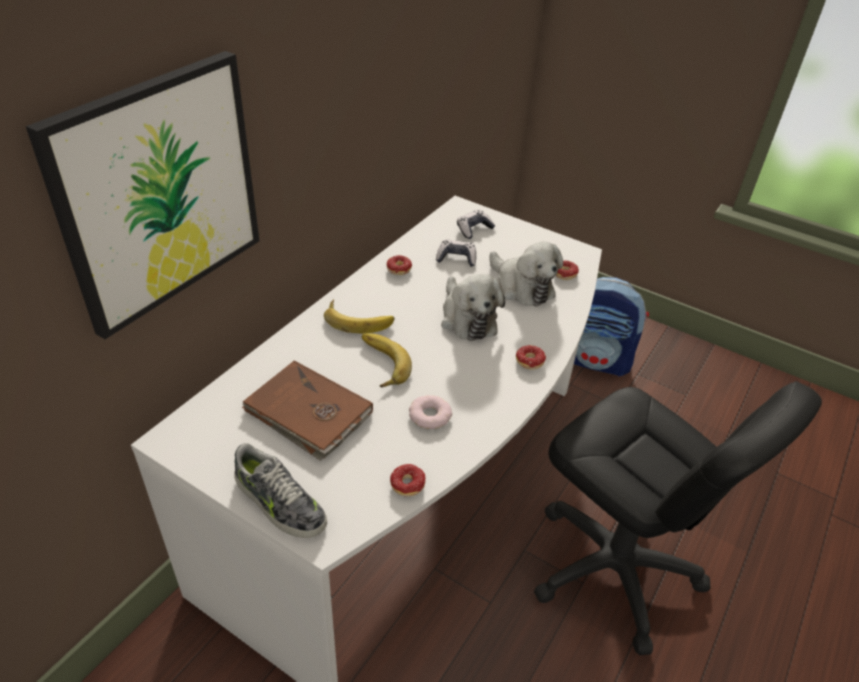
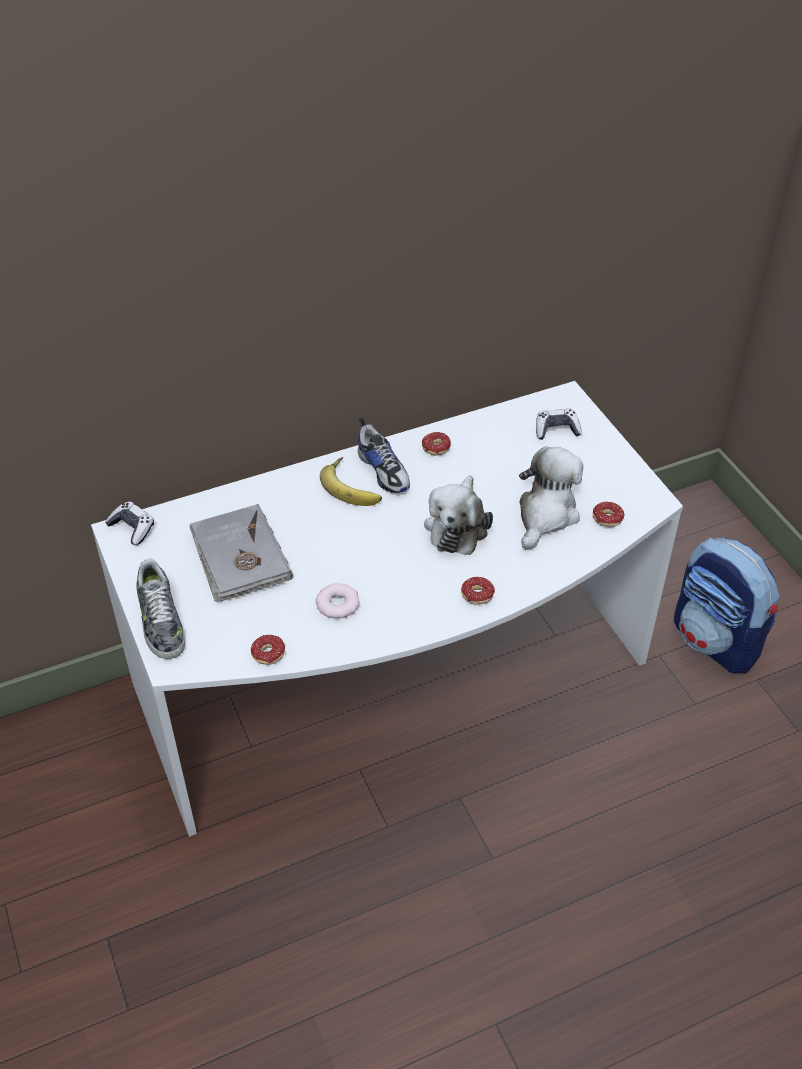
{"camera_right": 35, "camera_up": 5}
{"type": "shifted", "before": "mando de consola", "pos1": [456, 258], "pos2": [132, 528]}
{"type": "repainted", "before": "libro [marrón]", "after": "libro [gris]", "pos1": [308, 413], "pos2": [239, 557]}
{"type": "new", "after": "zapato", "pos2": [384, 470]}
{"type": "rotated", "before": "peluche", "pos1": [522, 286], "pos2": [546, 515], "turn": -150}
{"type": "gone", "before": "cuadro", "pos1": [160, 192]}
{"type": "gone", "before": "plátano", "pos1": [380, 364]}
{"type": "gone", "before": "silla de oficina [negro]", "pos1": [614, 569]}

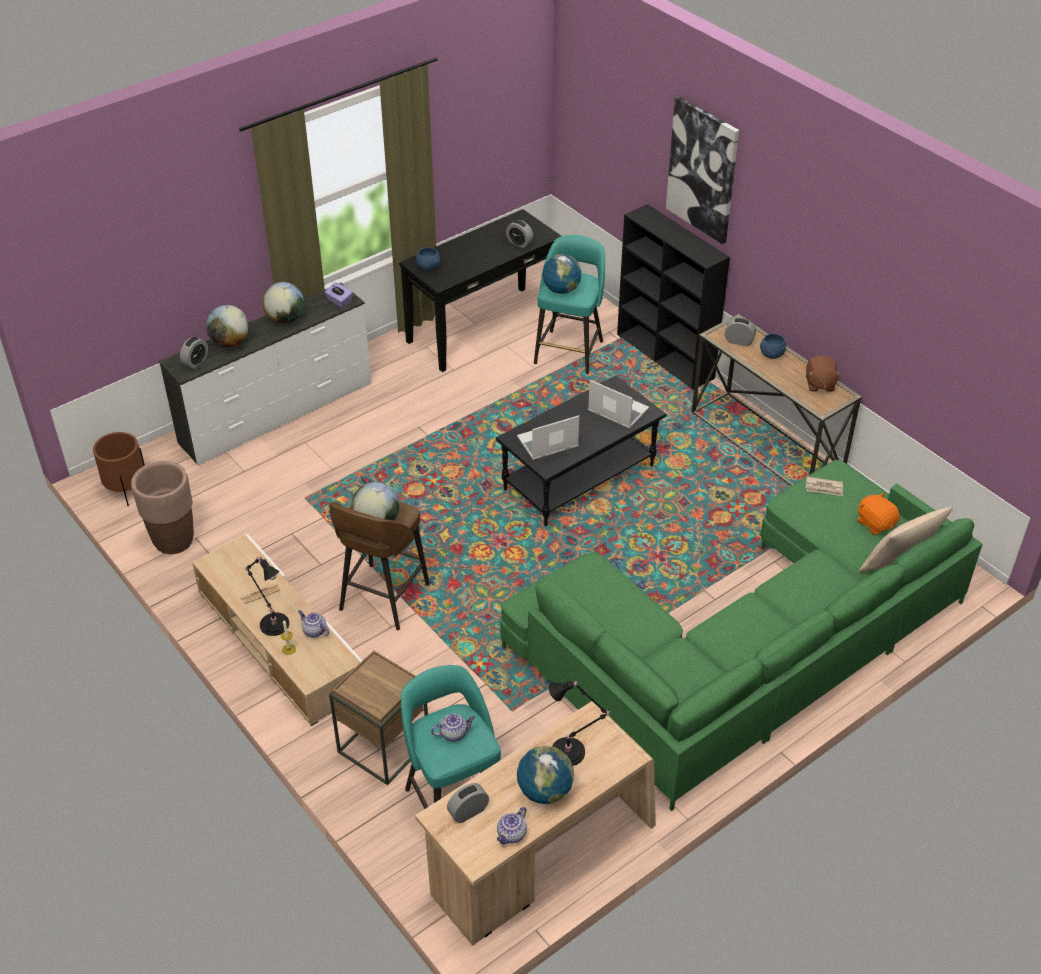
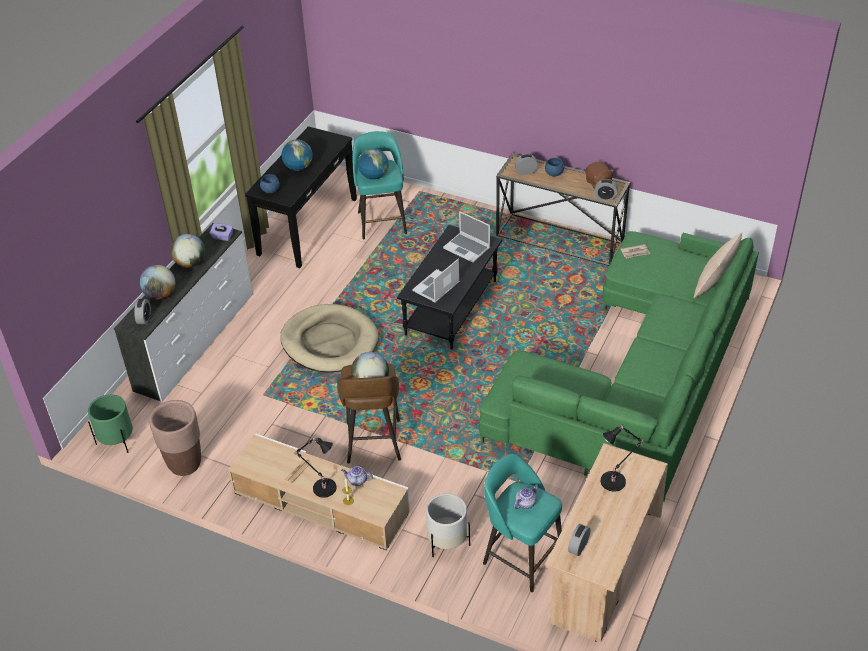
{"camera_right": -25, "camera_up": 0}
{"type": "repainted", "before": "maceta [marrón]", "after": "maceta [verde]", "pos1": [126, 489], "pos2": [117, 441]}
{"type": "new", "after": "cama para perro [beis]", "pos2": [329, 342]}
{"type": "shifted", "before": "globo terráqueo", "pos1": [544, 791], "pos2": [298, 167]}
{"type": "swapped", "before": "mesa auxiliar [marrón]", "after": "maceta [blanco]", "pos1": [383, 747], "pos2": [447, 542]}
{"type": "rotated", "before": "portátil", "pos1": [617, 410], "pos2": [467, 248], "turn": -150}
{"type": "shifted", "before": "despertador", "pos1": [519, 243], "pos2": [605, 197]}
{"type": "gone", "before": "tetera", "pos1": [511, 835]}
{"type": "gone", "before": "estantería [negro]", "pos1": [666, 356]}
{"type": "gone", "before": "cuadro", "pos1": [703, 170]}
{"type": "gone", "before": "peluche [naranja]", "pos1": [875, 523]}

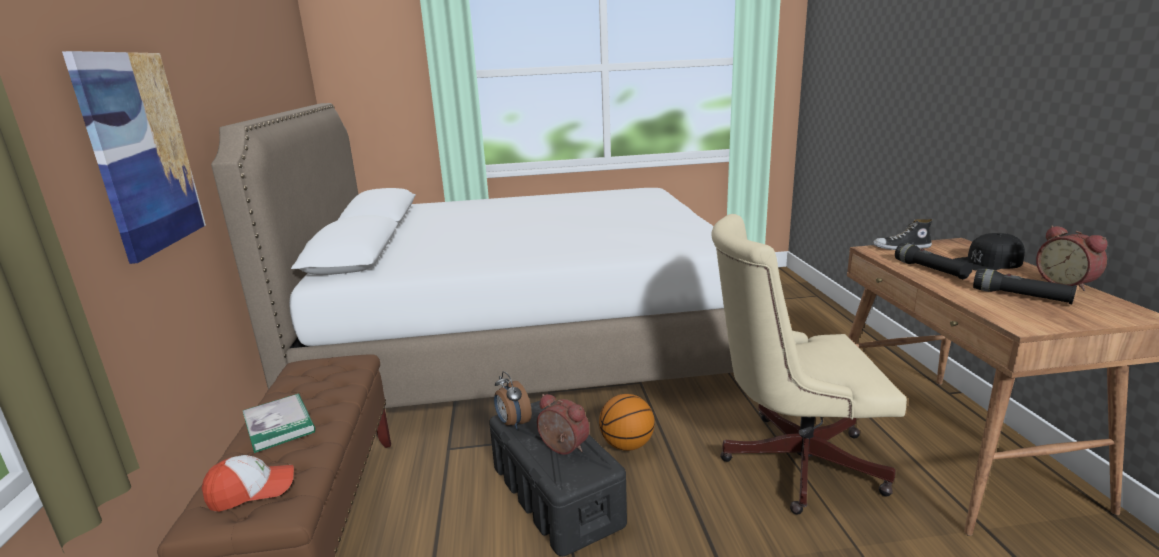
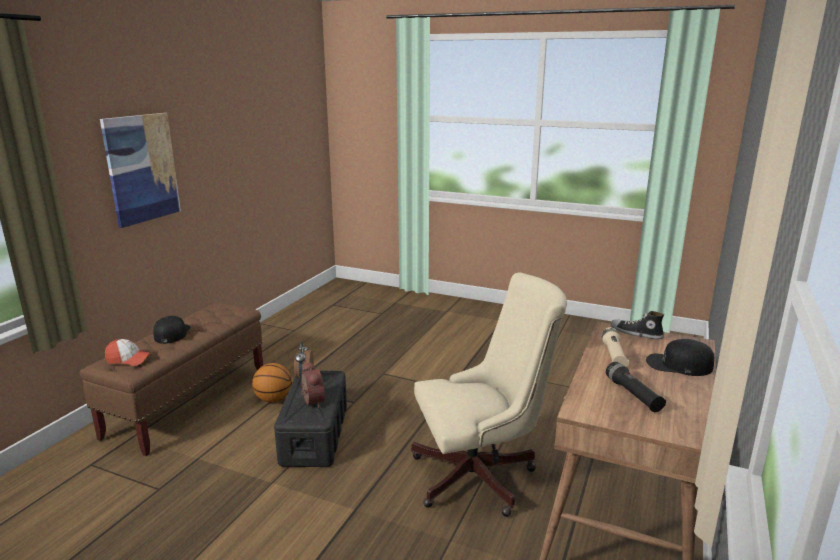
{"camera_right": 30, "camera_up": 0}
{"type": "swapped", "before": "libro", "after": "gorra [negro]", "pos1": [279, 425], "pos2": [172, 333]}
{"type": "shifted", "before": "balón de baloncesto", "pos1": [626, 445], "pos2": [273, 399]}
{"type": "rotated", "before": "silla de oficina [beis]", "pos1": [790, 461], "pos2": [481, 476], "turn": 135}
{"type": "repainted", "before": "linterna [negro]", "after": "linterna [beis]", "pos1": [930, 270], "pos2": [613, 355]}
{"type": "gone", "before": "cama [blanco]", "pos1": [525, 341]}
{"type": "gone", "before": "despertador", "pos1": [1066, 283]}

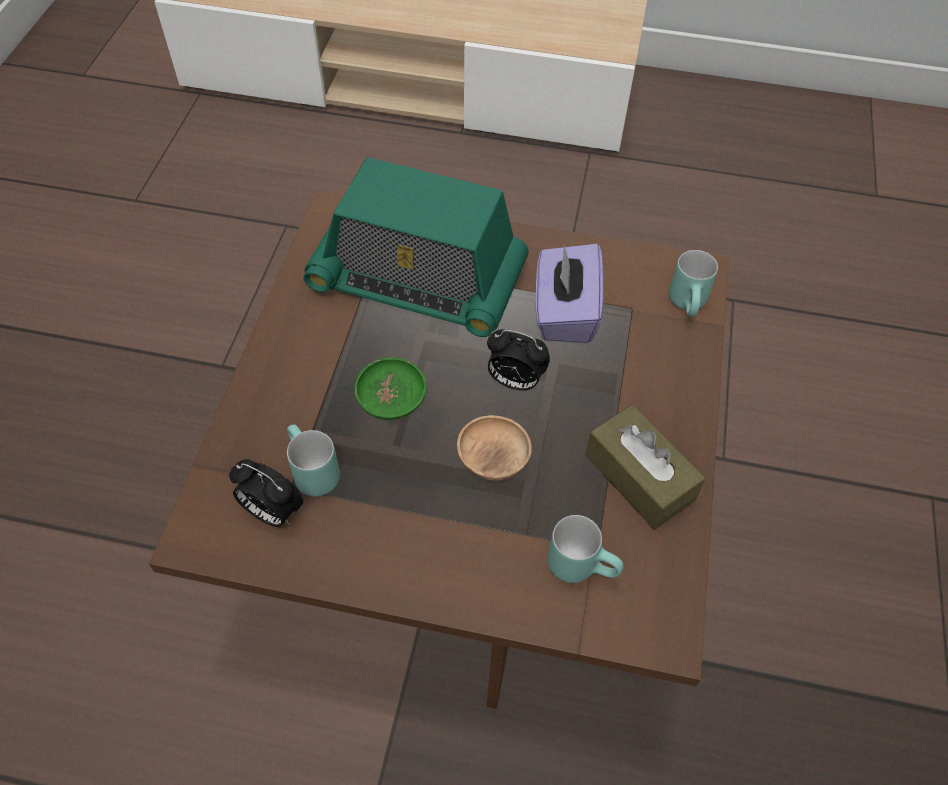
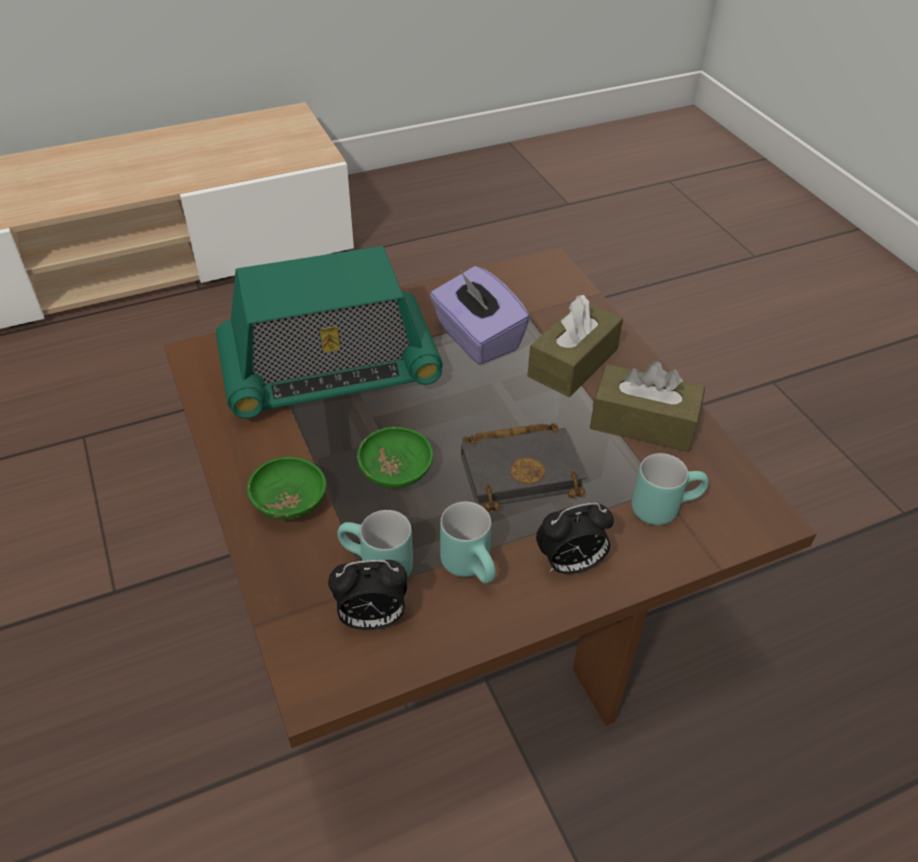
{"camera_right": -35, "camera_up": -10}
{"type": "new", "after": "cuenco [verde]", "pos2": [289, 503]}
{"type": "shifted", "before": "taza grande [turquesa]", "pos1": [690, 305], "pos2": [473, 567]}
{"type": "swapped", "before": "cuenco [marrón]", "after": "libro [negro]", "pos1": [493, 459], "pos2": [523, 470]}
{"type": "new", "after": "caja de pañuelos [marrón]", "pos2": [573, 362]}
{"type": "shifted", "before": "despertador", "pos1": [514, 381], "pos2": [570, 564]}

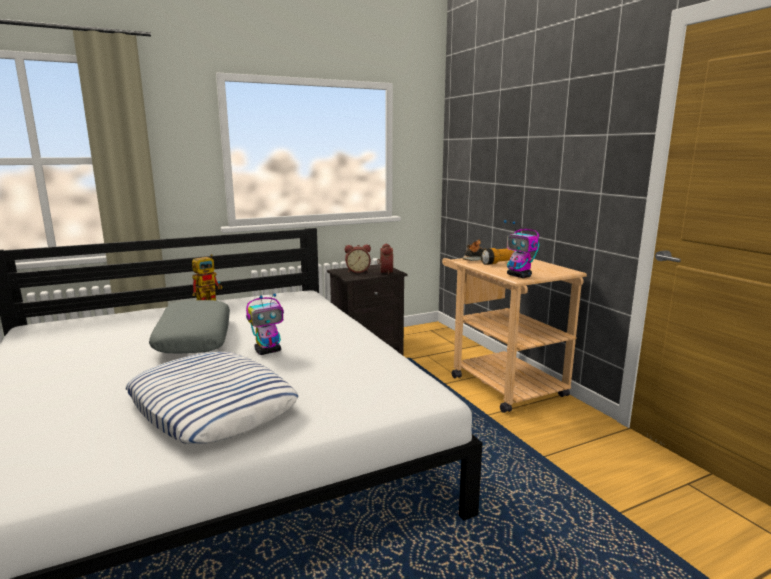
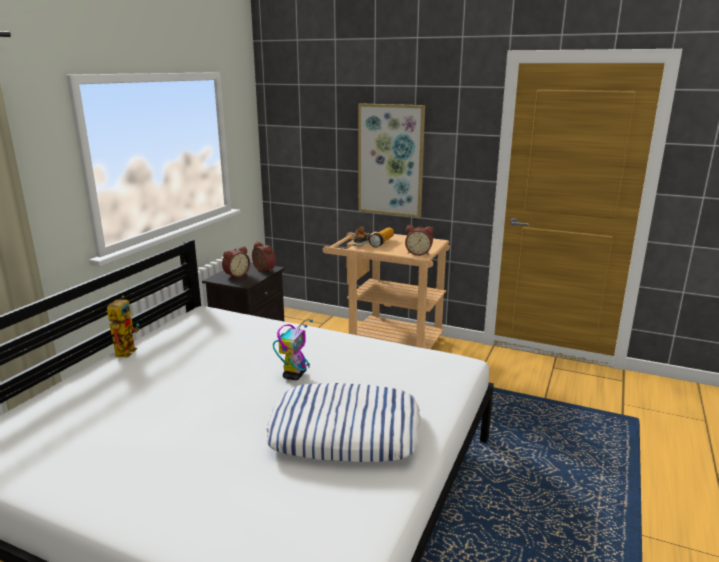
{"camera_right": -40, "camera_up": 5}
{"type": "new", "after": "cuadro", "pos2": [391, 160]}
{"type": "swapped", "before": "robot de juguete", "after": "despertador", "pos1": [519, 276], "pos2": [418, 253]}
{"type": "gone", "before": "cojín [gris]", "pos1": [194, 338]}

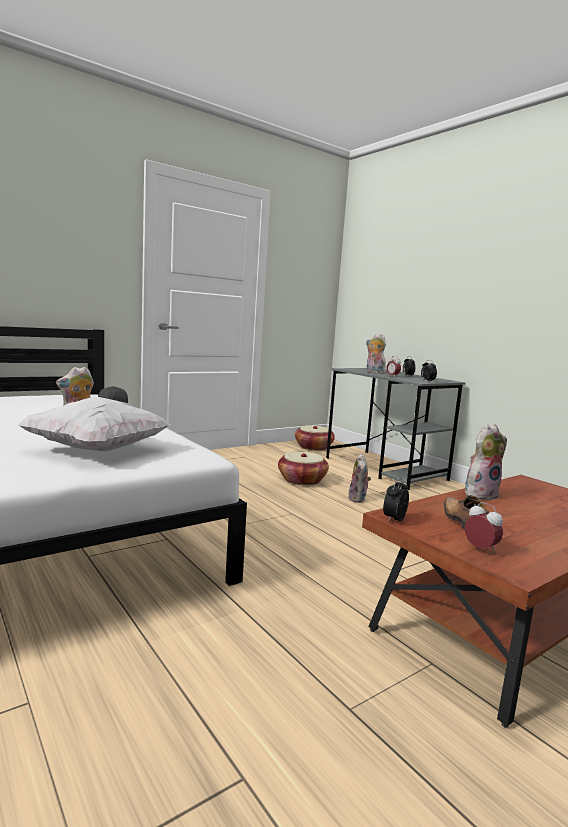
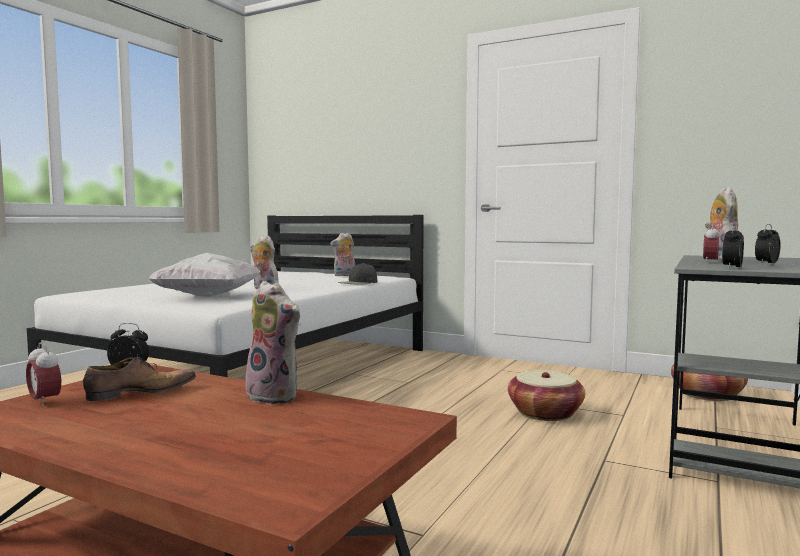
{"camera_right": 65, "camera_up": -5}
{"type": "rotated", "before": "despertador", "pos1": [481, 549], "pos2": [45, 402], "turn": 105}
{"type": "shifted", "before": "peluche", "pos1": [358, 499], "pos2": [344, 275]}

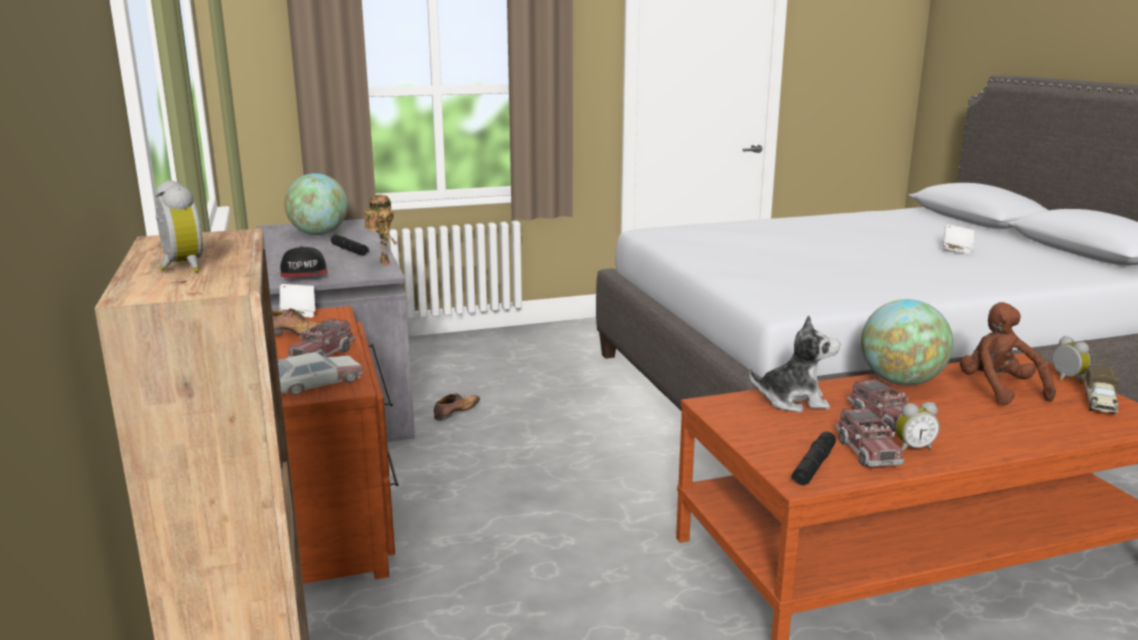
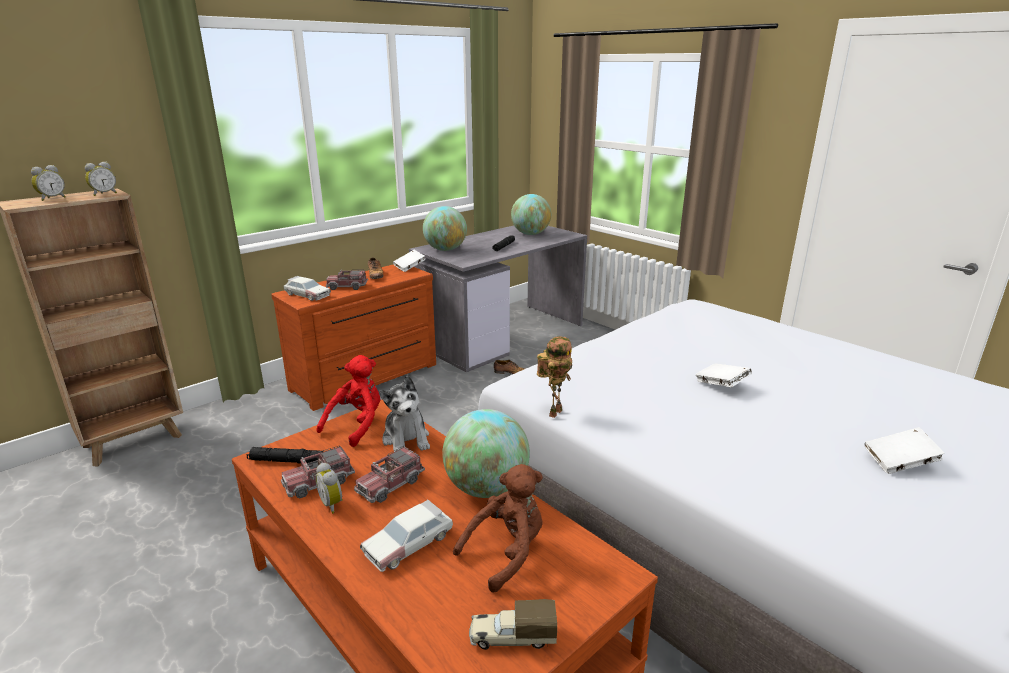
{"camera_right": 65, "camera_up": 5}
{"type": "shifted", "before": "despertador", "pos1": [1065, 379], "pos2": [104, 194]}
{"type": "new", "after": "peluche [rojo]", "pos2": [357, 425]}
{"type": "new", "after": "coche de juguete", "pos2": [409, 543]}
{"type": "swapped", "before": "gorra", "after": "globo terráqueo", "pos1": [304, 274], "pos2": [445, 250]}
{"type": "shifted", "before": "robot de juguete", "pos1": [382, 263], "pos2": [554, 412]}
{"type": "new", "after": "libro [blanco]", "pos2": [721, 385]}

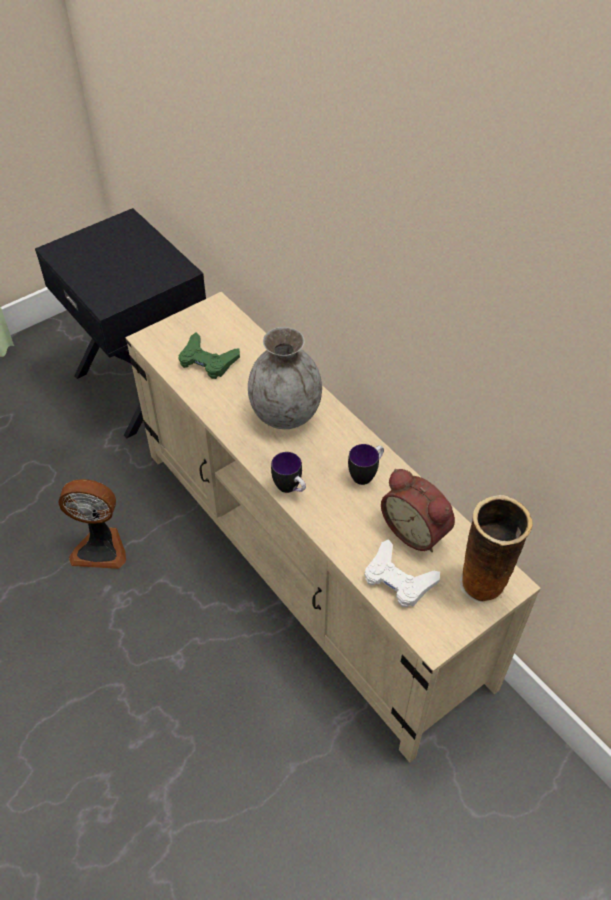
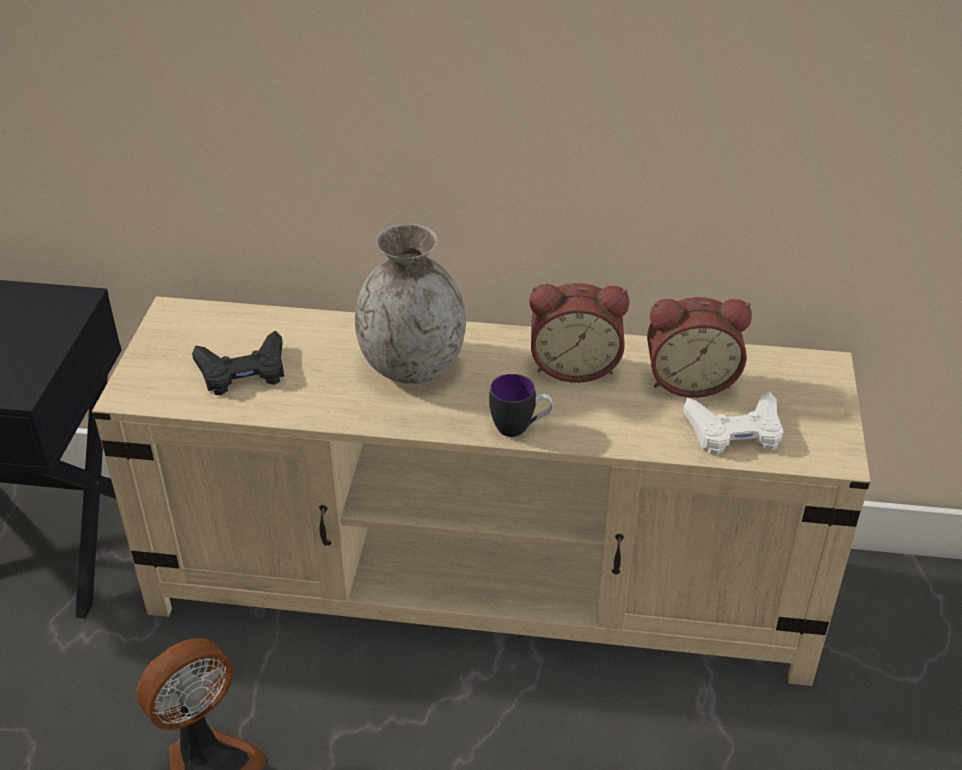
{"camera_right": -45, "camera_up": -10}
{"type": "repainted", "before": "mando de consola [verde]", "after": "mando de consola [negro]", "pos1": [207, 361], "pos2": [243, 371]}
{"type": "swapped", "before": "taza grande", "after": "despertador", "pos1": [366, 474], "pos2": [574, 365]}
{"type": "gone", "before": "florero", "pos1": [482, 586]}

